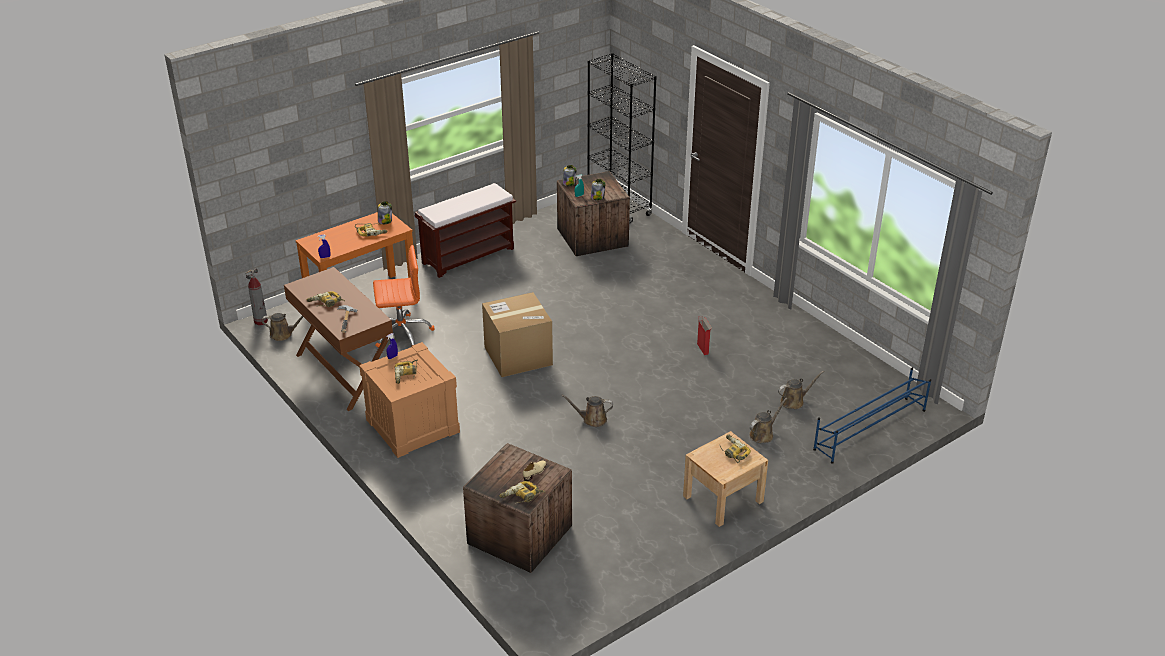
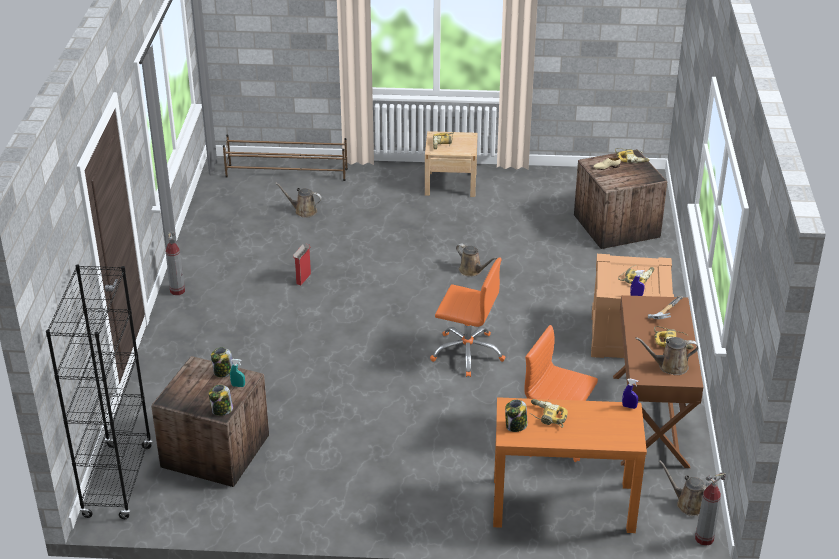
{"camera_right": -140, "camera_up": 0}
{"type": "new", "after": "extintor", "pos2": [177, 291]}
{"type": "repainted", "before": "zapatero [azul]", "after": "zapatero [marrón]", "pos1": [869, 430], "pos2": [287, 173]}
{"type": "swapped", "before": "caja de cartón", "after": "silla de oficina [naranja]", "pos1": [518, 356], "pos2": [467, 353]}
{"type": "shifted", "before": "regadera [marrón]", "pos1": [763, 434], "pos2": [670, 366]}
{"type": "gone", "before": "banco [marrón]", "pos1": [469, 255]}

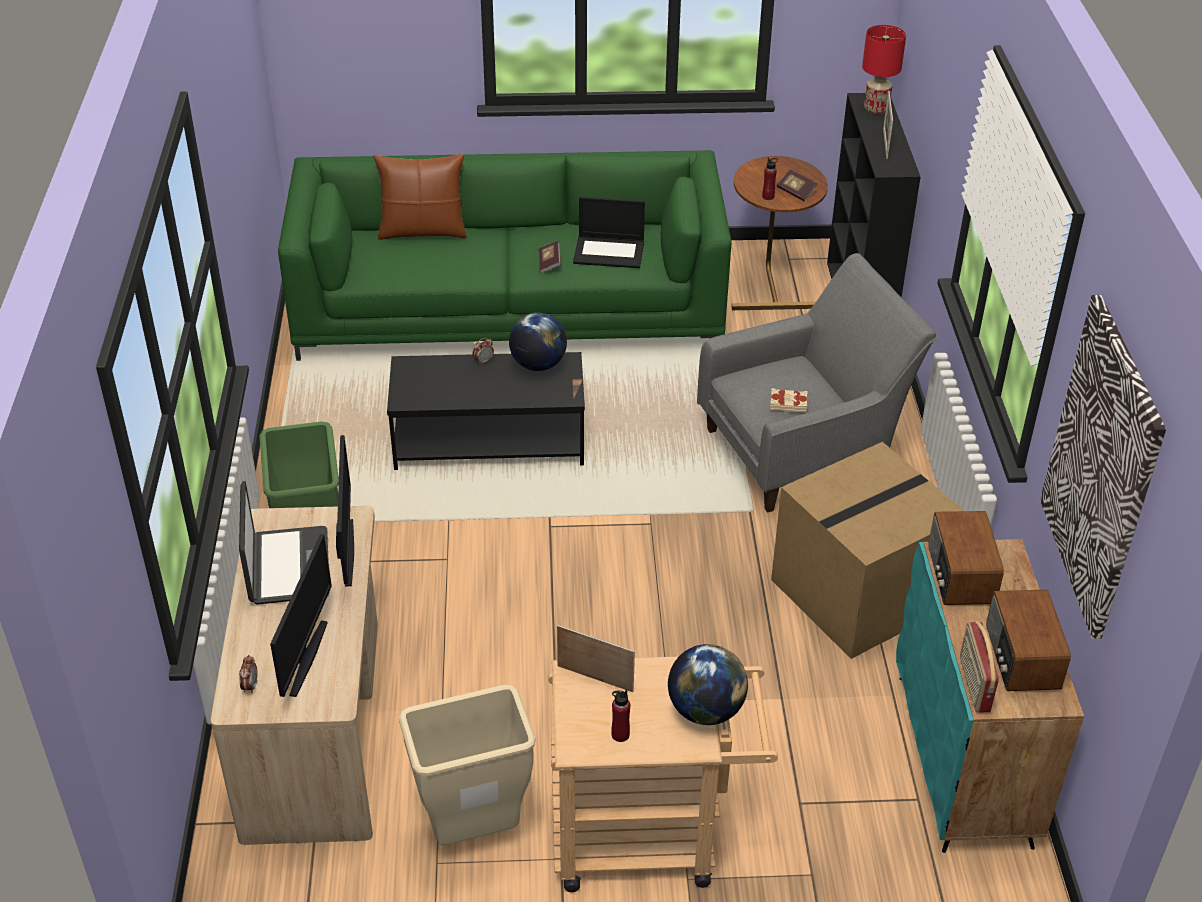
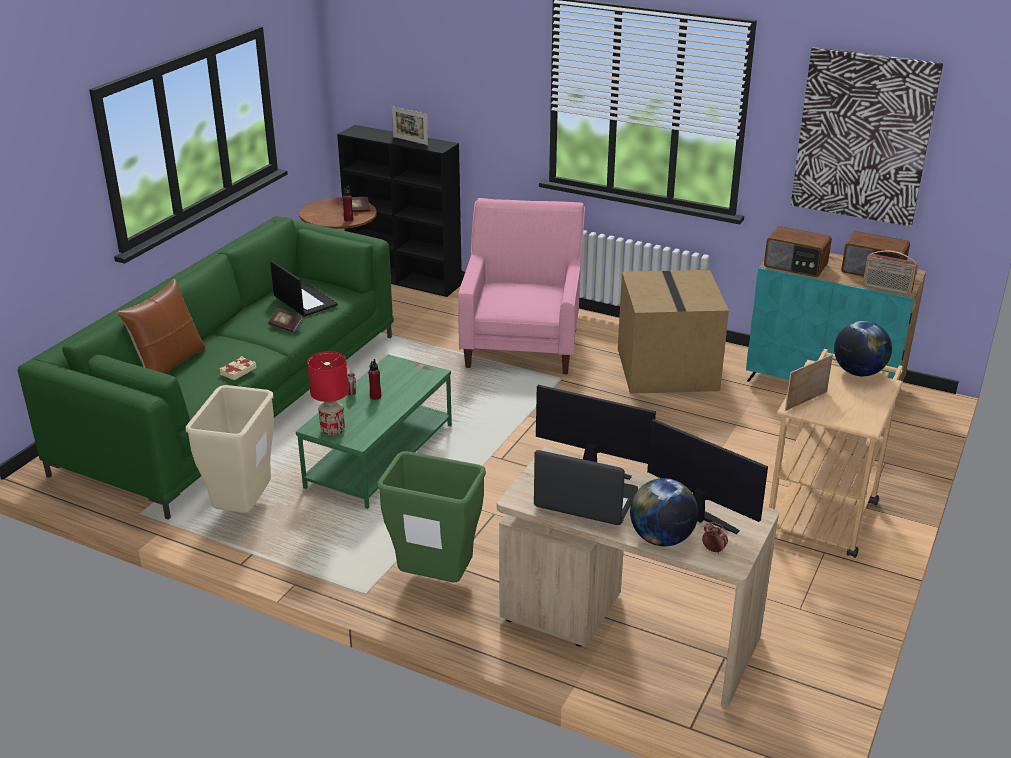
{"camera_right": -60, "camera_up": -10}
{"type": "shifted", "before": "papelera [beis]", "pos1": [475, 831], "pos2": [244, 508]}
{"type": "shifted", "before": "libro [beis]", "pos1": [788, 403], "pos2": [238, 371]}
{"type": "rotated", "before": "portátil", "pos1": [610, 252], "pos2": [304, 301], "turn": -75}
{"type": "repainted", "before": "mesa de centro [negro]", "after": "mesa de centro [verde]", "pos1": [490, 439], "pos2": [380, 455]}
{"type": "shifted", "before": "lámpara de mesa [rojo]", "pos1": [875, 110], "pos2": [332, 430]}
{"type": "shifted", "before": "botella [rojo]", "pos1": [620, 735], "pos2": [375, 397]}
{"type": "repainted", "before": "sillón [gris]", "after": "sillón [rosa]", "pos1": [803, 451], "pos2": [522, 343]}
{"type": "shifted", "before": "globo terráqueo", "pos1": [538, 364], "pos2": [661, 539]}

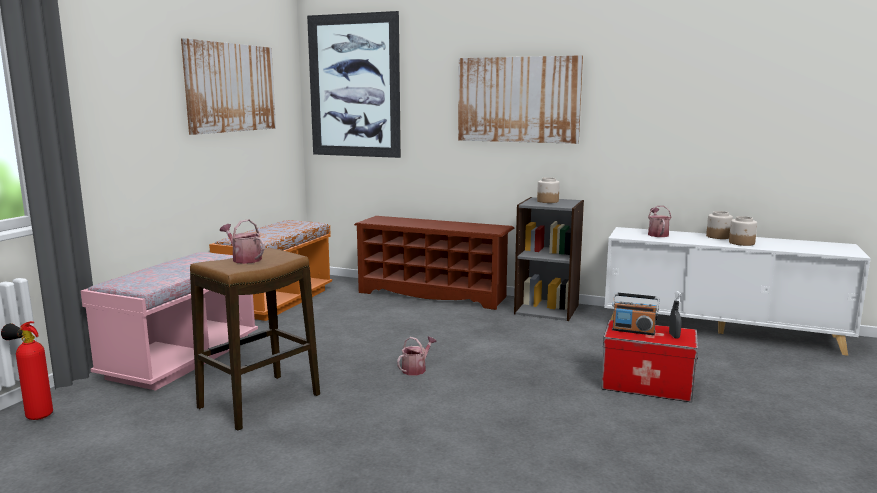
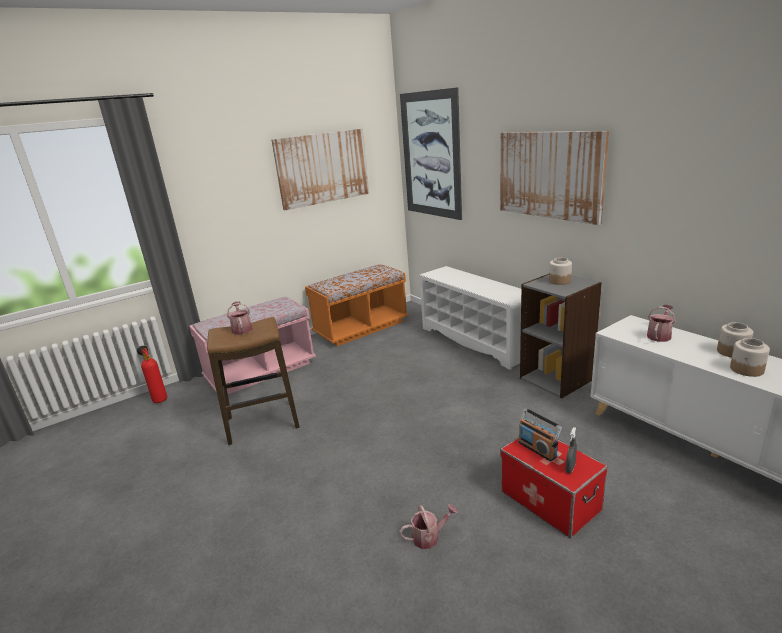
{"camera_right": 35, "camera_up": 10}
{"type": "shifted", "before": "regadera", "pos1": [416, 369], "pos2": [429, 537]}
{"type": "repainted", "before": "zapatero [marrón]", "after": "zapatero [blanco]", "pos1": [434, 294], "pos2": [476, 341]}

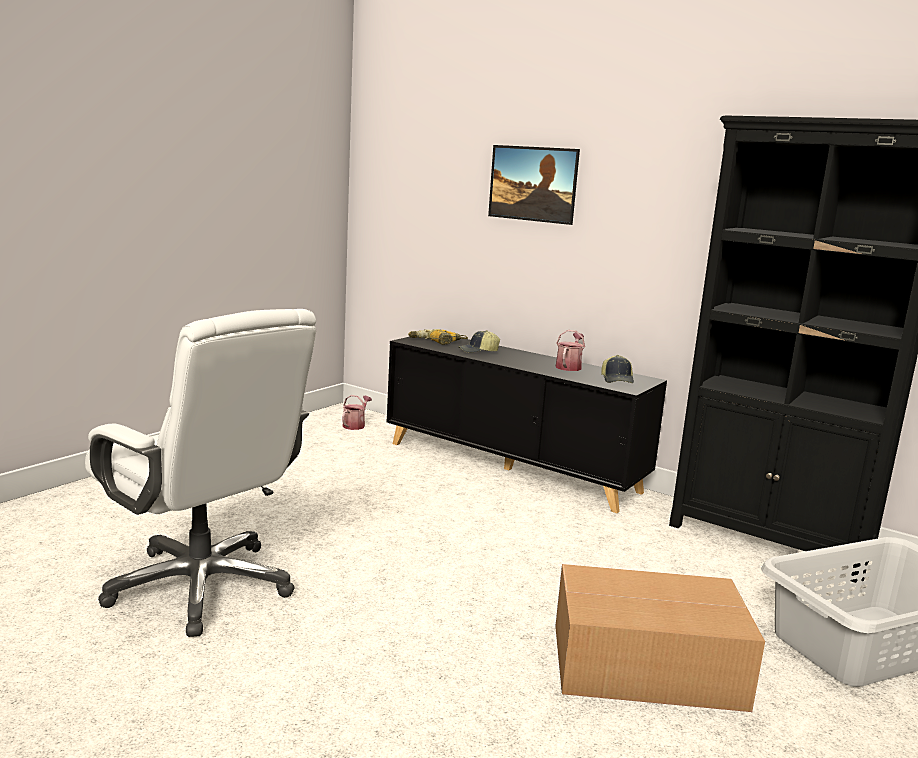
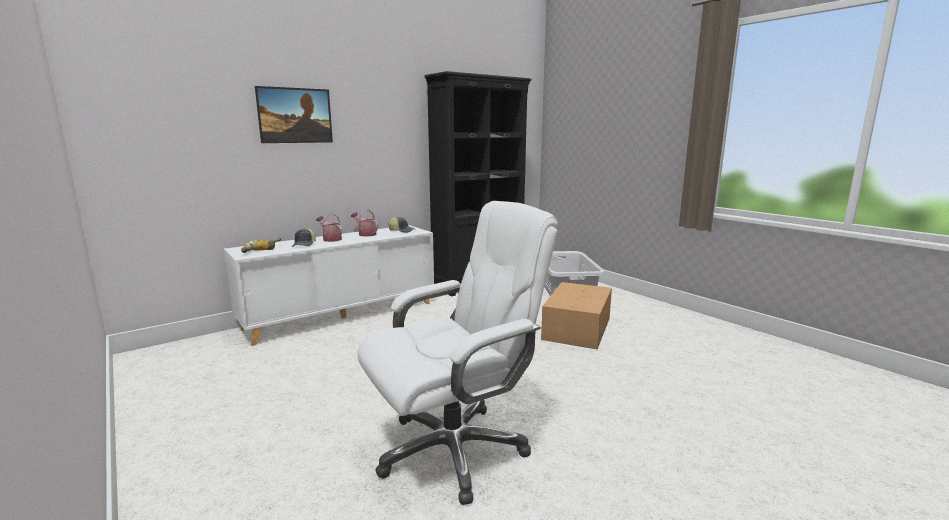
{"camera_right": -70, "camera_up": 0}
{"type": "repainted", "before": "armario [negro]", "after": "armario [blanco]", "pos1": [512, 467], "pos2": [342, 315]}
{"type": "shifted", "before": "regadera", "pos1": [355, 425], "pos2": [330, 239]}

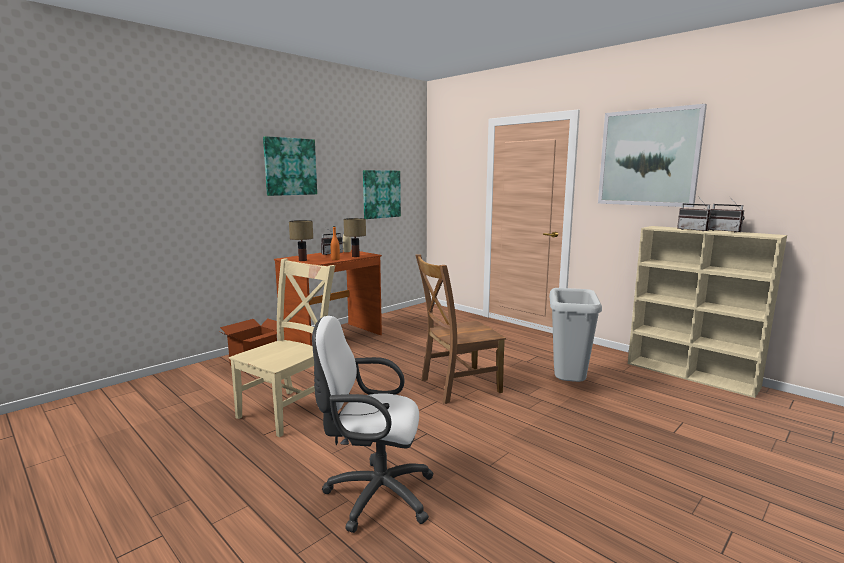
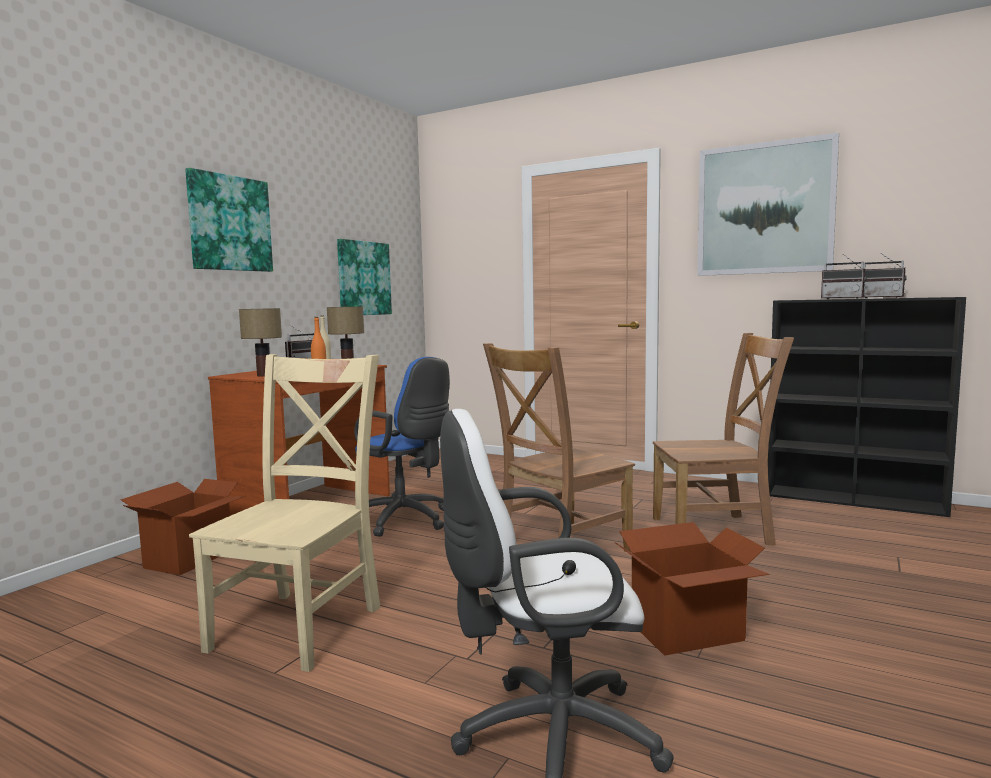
{"camera_right": -15, "camera_up": -5}
{"type": "new", "after": "silla de oficina [azul]", "pos2": [406, 521]}
{"type": "new", "after": "caja de cartón", "pos2": [688, 633]}
{"type": "swapped", "before": "papelera [gris]", "after": "silla [marrón]", "pos1": [569, 385], "pos2": [716, 531]}
{"type": "repainted", "before": "estantería [beis]", "after": "estantería [negro]", "pos1": [692, 375], "pos2": [855, 500]}

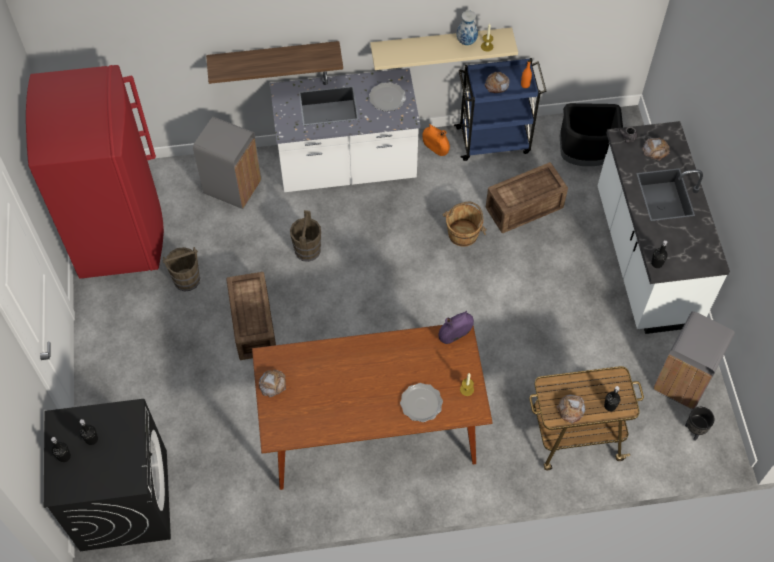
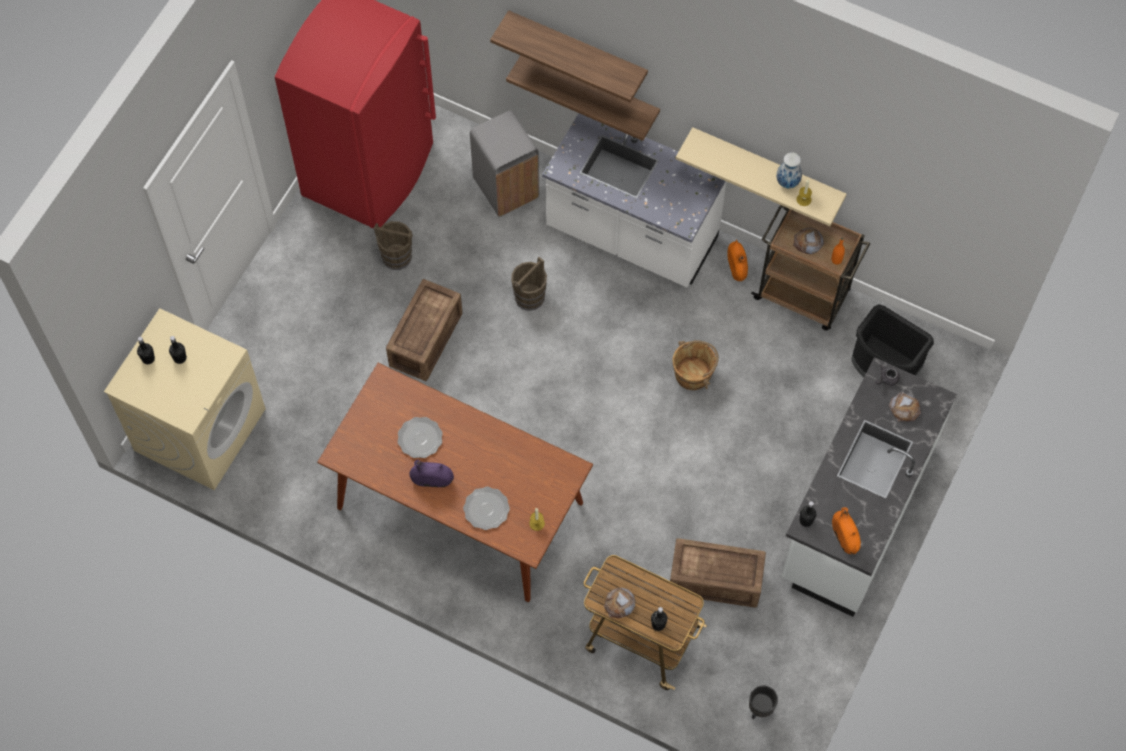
{"camera_right": 35, "camera_up": 5}
{"type": "repainted", "before": "lavadora [negro]", "after": "lavadora [beis]", "pos1": [123, 499], "pos2": [200, 429]}
{"type": "shifted", "before": "plato", "pos1": [387, 98], "pos2": [420, 439]}
{"type": "shifted", "before": "florero [morado]", "pos1": [455, 334], "pos2": [432, 480]}
{"type": "new", "after": "estante", "pos2": [577, 49]}
{"type": "shifted", "before": "caja de embalaje", "pos1": [526, 208], "pos2": [716, 582]}
{"type": "repainted", "before": "carrito [azul]", "after": "carrito [marrón]", "pos1": [494, 140], "pos2": [803, 295]}
{"type": "new", "after": "florero [naranja]", "pos2": [844, 537]}
{"type": "gone", "before": "pan", "pos1": [272, 383]}
{"type": "gone", "before": "papelera [gris]", "pos1": [683, 381]}

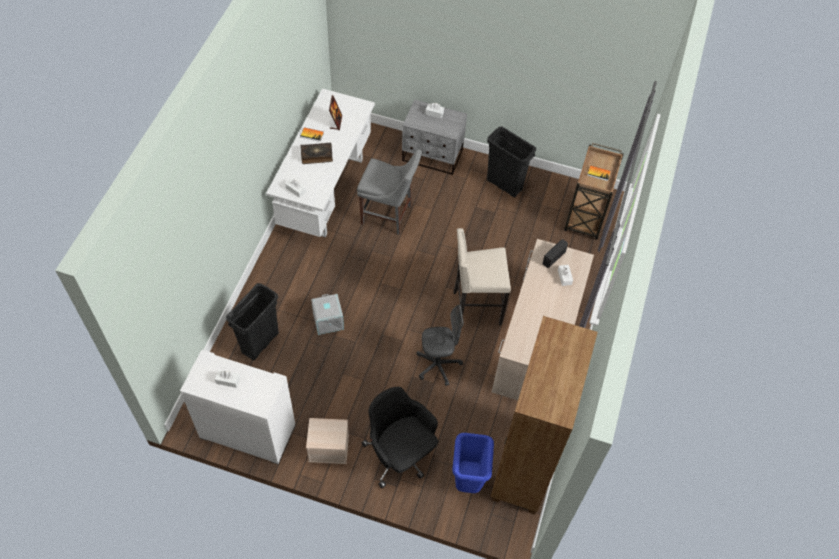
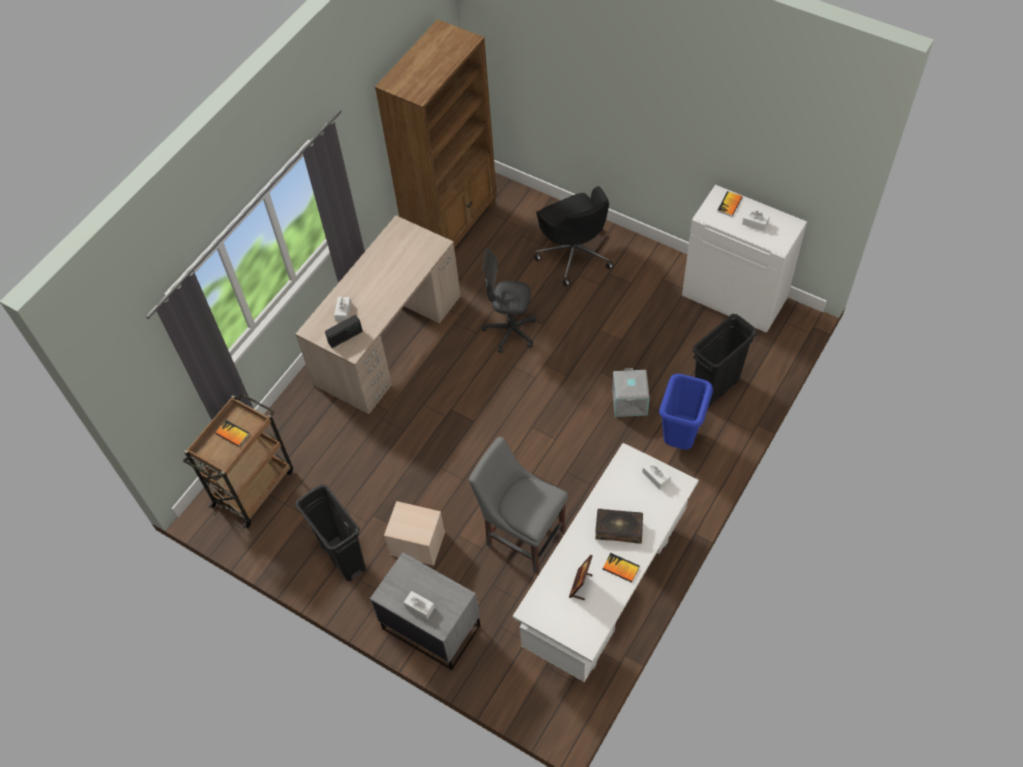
{"camera_right": -160, "camera_up": 0}
{"type": "shifted", "before": "caja de almacenaje [beis]", "pos1": [329, 448], "pos2": [416, 543]}
{"type": "shifted", "before": "papelera [azul]", "pos1": [468, 480], "pos2": [680, 439]}
{"type": "new", "after": "libro", "pos2": [729, 204]}
{"type": "gone", "before": "taburete [beis]", "pos1": [475, 307]}

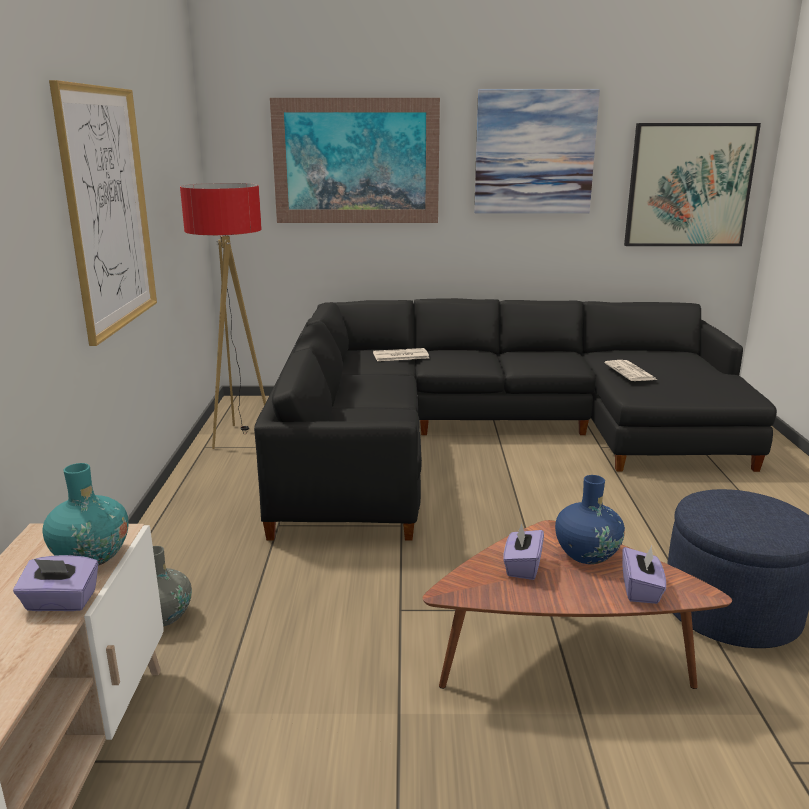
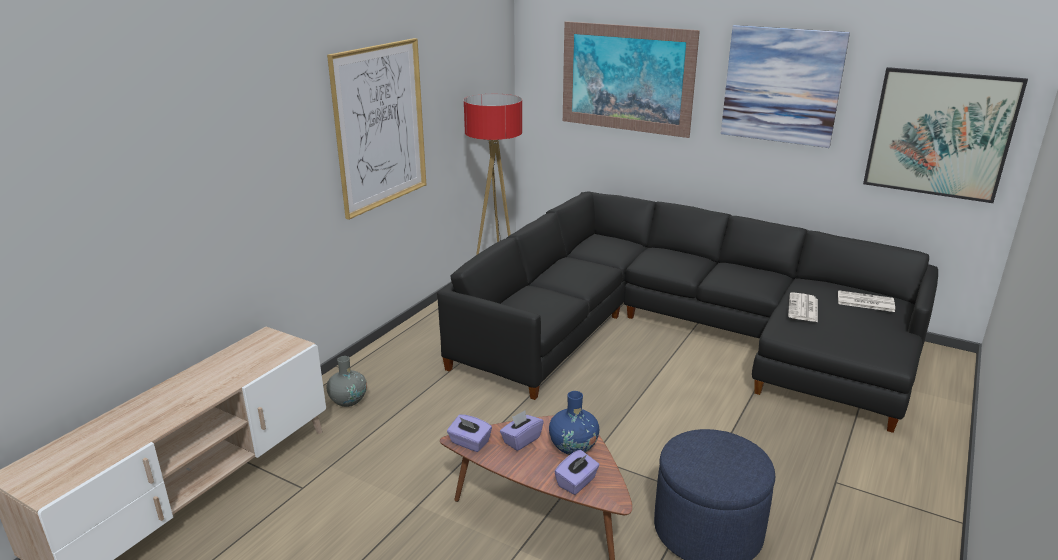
{"camera_right": 30, "camera_up": 5}
{"type": "shifted", "before": "caja de pañuelos [morado]", "pos1": [61, 602], "pos2": [469, 443]}
{"type": "shifted", "before": "periódico", "pos1": [400, 356], "pos2": [864, 302]}
{"type": "gone", "before": "florero [turquesa]", "pos1": [91, 556]}

